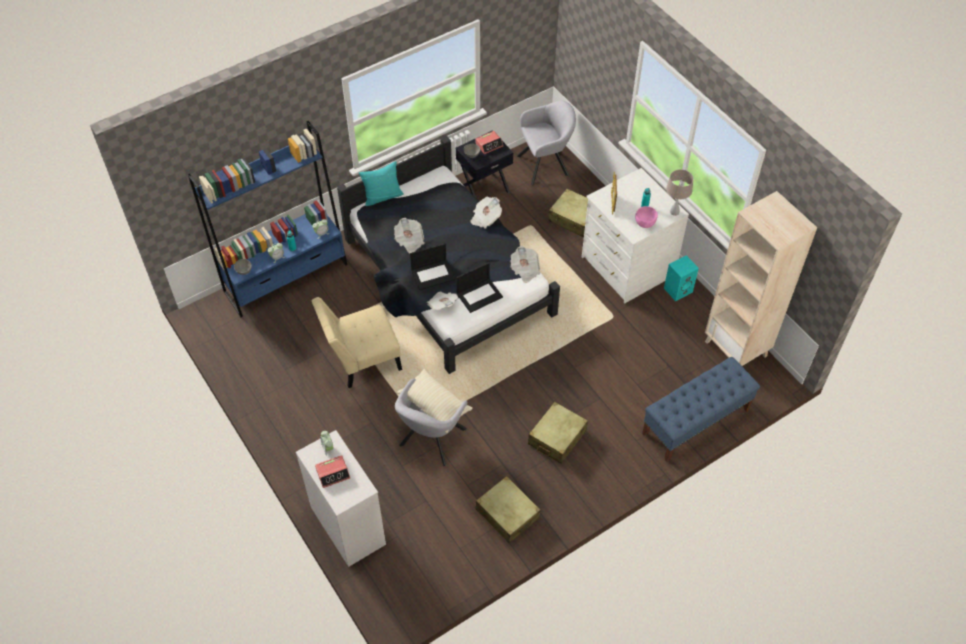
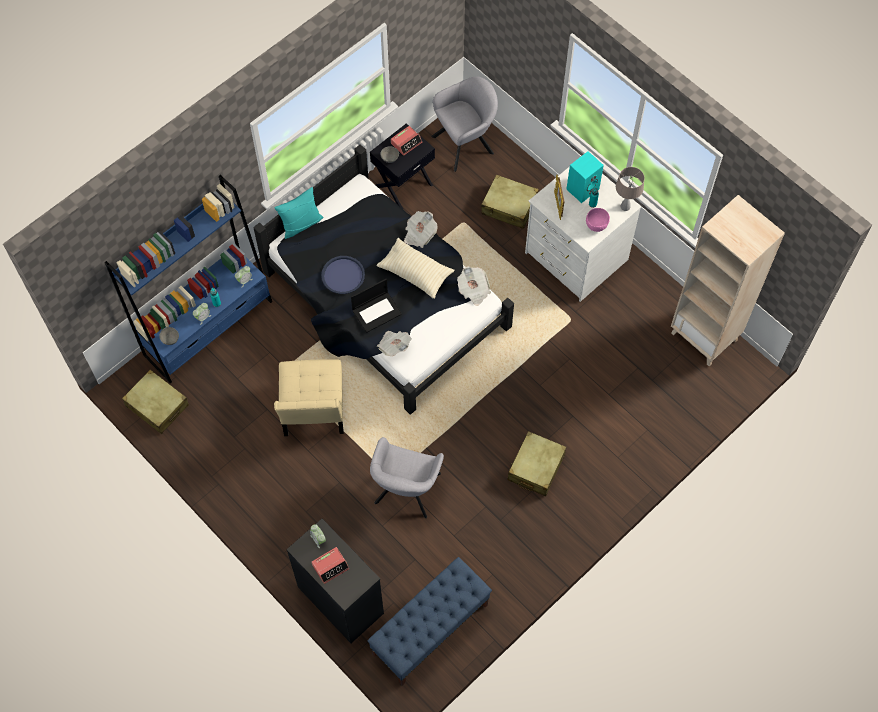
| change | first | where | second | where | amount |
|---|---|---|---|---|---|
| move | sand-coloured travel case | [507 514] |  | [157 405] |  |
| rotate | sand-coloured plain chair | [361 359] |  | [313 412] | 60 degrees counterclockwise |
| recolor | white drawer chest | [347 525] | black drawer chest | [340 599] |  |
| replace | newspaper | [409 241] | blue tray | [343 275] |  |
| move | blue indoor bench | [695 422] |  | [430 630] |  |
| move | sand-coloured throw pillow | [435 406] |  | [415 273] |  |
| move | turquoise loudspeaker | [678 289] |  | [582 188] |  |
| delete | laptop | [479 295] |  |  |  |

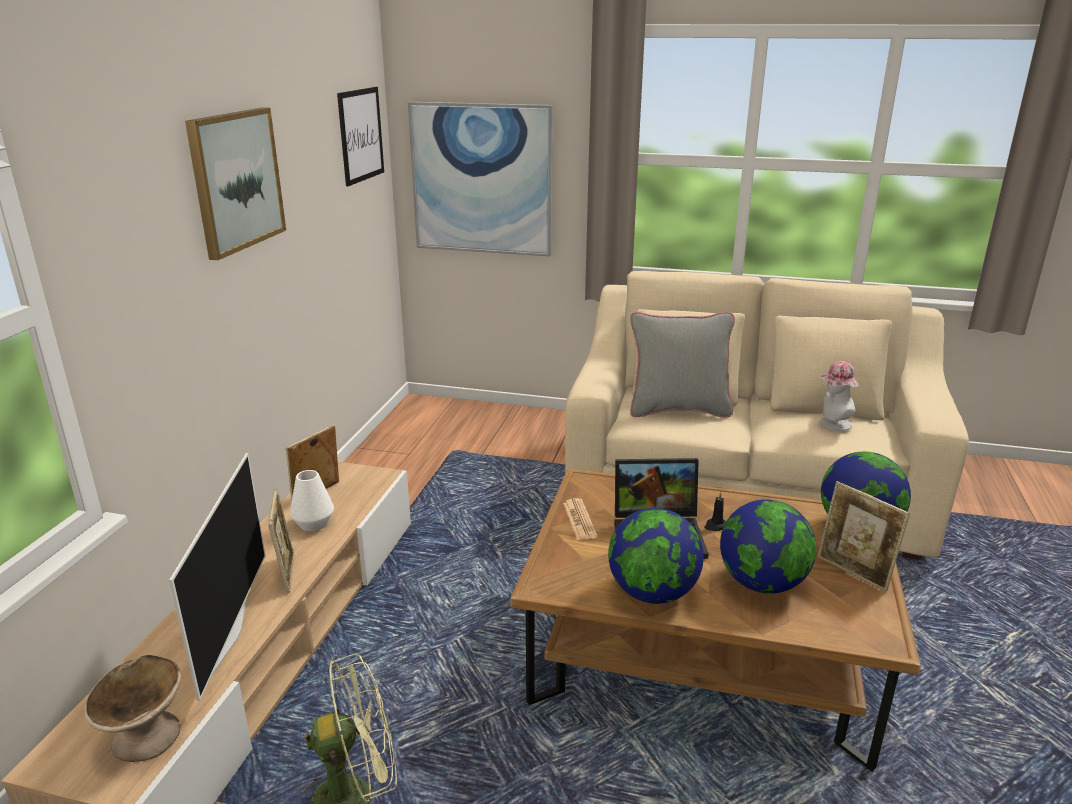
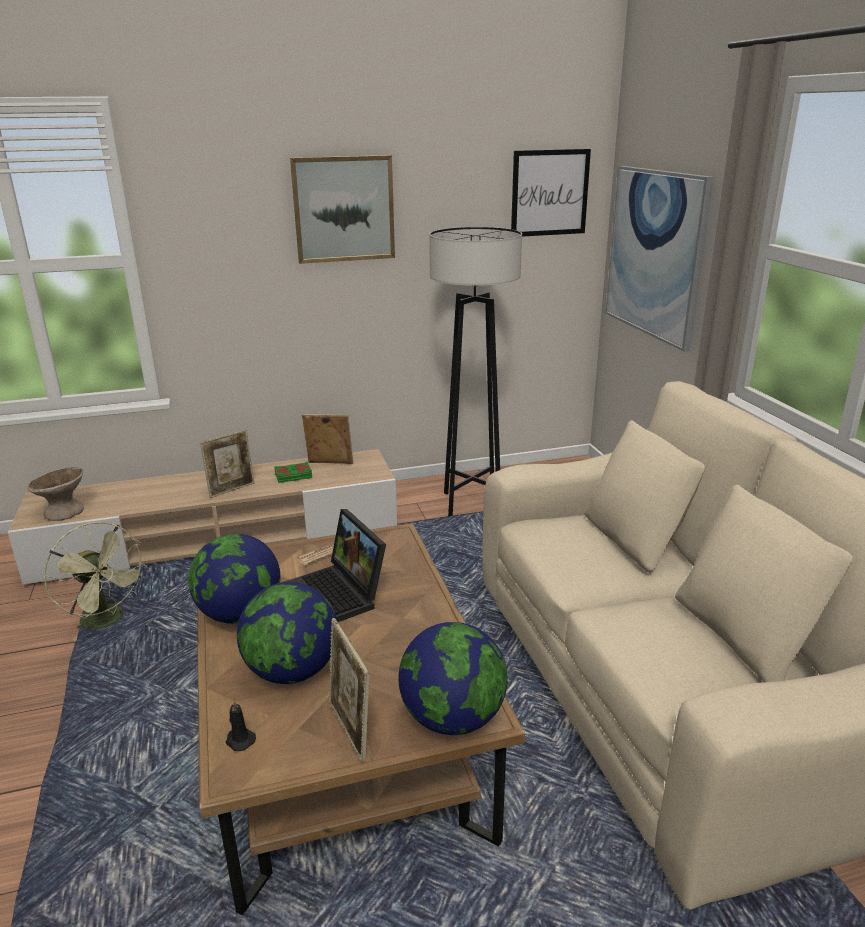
| change | first | where | second | where | amount |
|---|---|---|---|---|---|
| move | black candle | [715 526] |  | [239 740] |  |
| replace | white flower vase | [313 524] | green-coloured volume | [293 476] |  |
| rotate | photo frame | [854 573] |  | [351 730] | 45 degrees counterclockwise |
| insert |  |  | grey standing lamp | [471 503] |  |
| delete | TV | [228 635] |  |  |  |
| delete | grey throw pillow | [678 410] |  |  |  |
| delete | clothing hat | [832 424] |  |  |  |

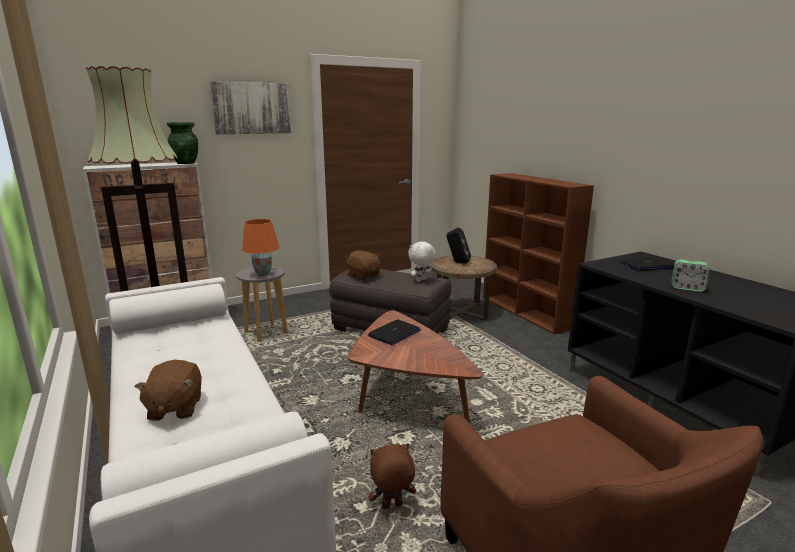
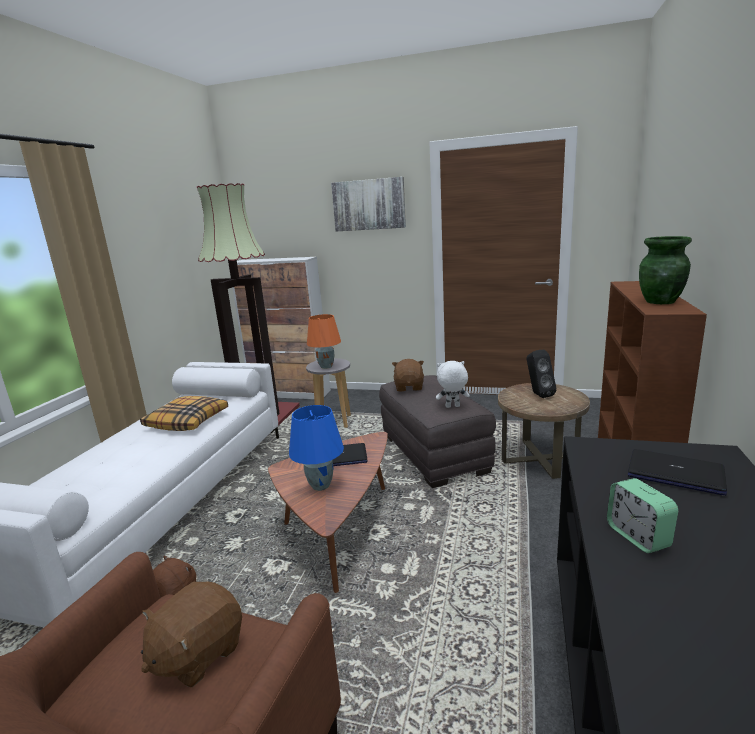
| change | first | where | second | where | amount |
|---|---|---|---|---|---|
| insert |  |  | throw pillow | [187 421] |  |
| move | brownish cuddly toy | [175 408] |  | [197 653] |  |
| insert |  |  | blue lamp for a table | [320 485] |  |
| move | green-coloured flower vase | [186 163] |  | [661 301] |  |

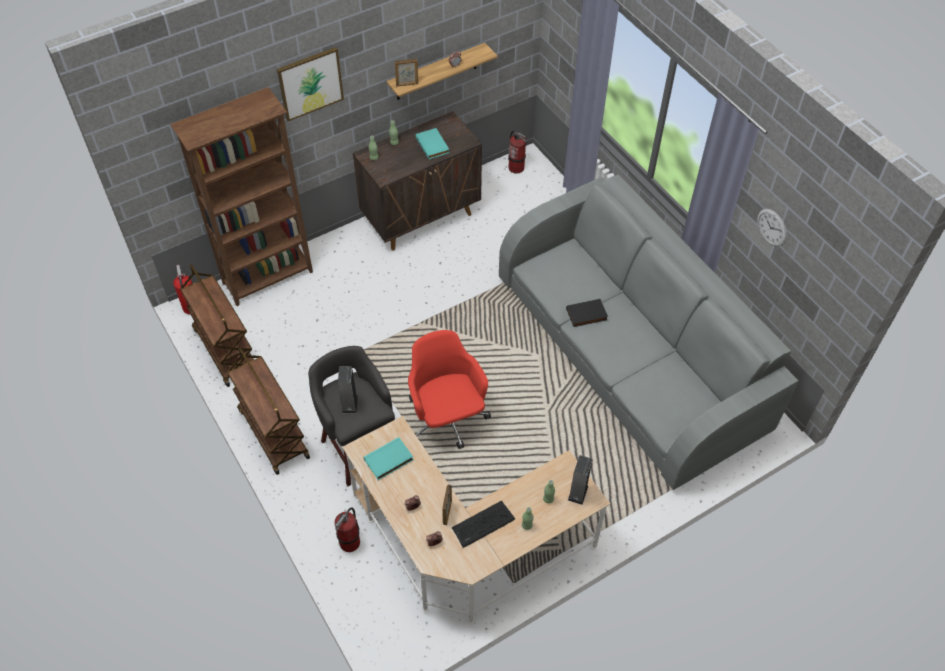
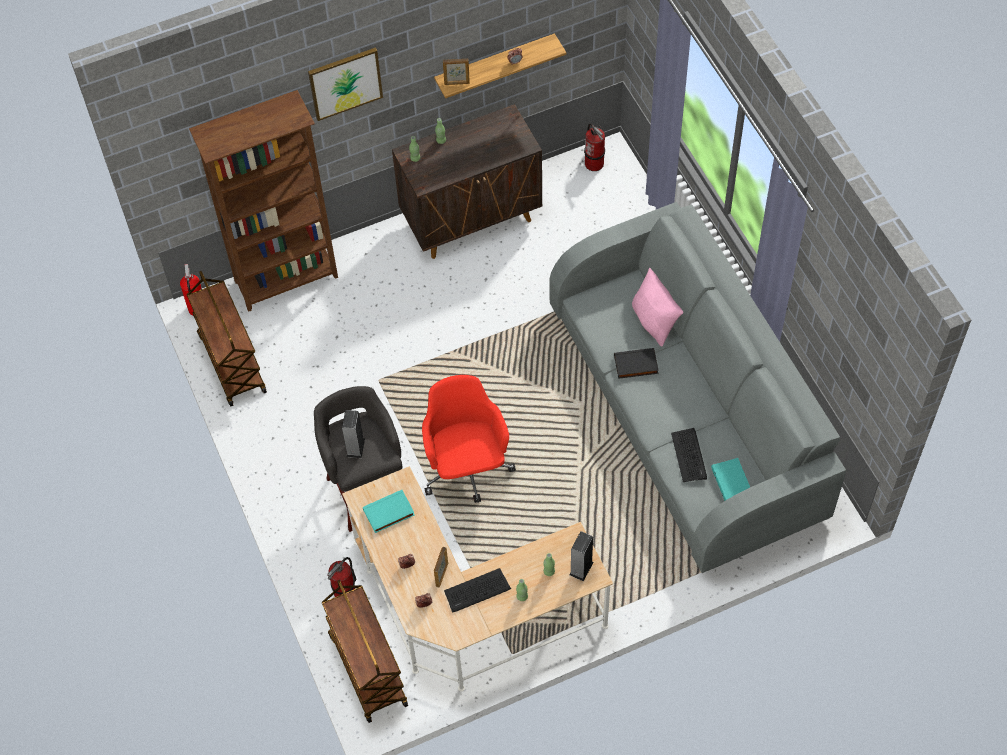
| change | first | where | second | where | amount |
|---|---|---|---|---|---|
| move | brownish trolley | [273 433] |  | [367 669] |  |
| insert |  |  | pink throw pillow | [654 321] |  |
| insert |  |  | computer keyboard | [689 455] |  |
| move | turquoise volume | [433 145] |  | [732 482] |  |
| delete | hanging clock | [772 227] |  |  |  |

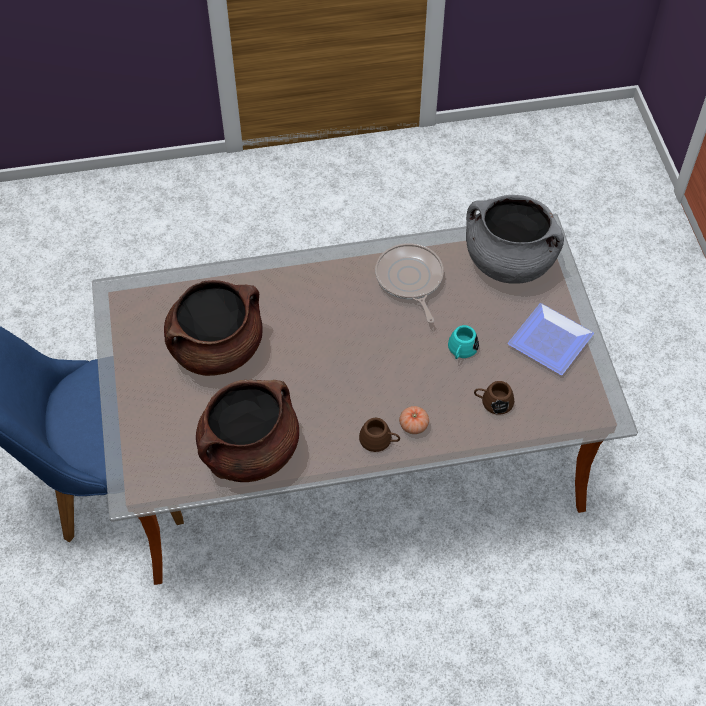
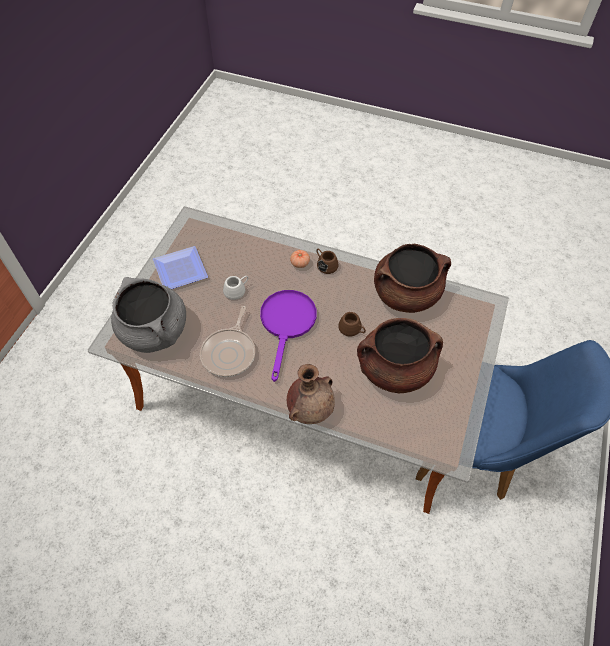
| change | first | where | second | where | amount |
|---|---|---|---|---|---|
| recolor | turquoise tea mug | [461 350] | white tea mug | [237 290] |  |
| insert |  |  | purple-coloured pan | [287 324] |  |
| insert |  |  | brownish flower vase | [310 409] |  |
| move | brownish tea mug | [493 402] |  | [352 329] |  |

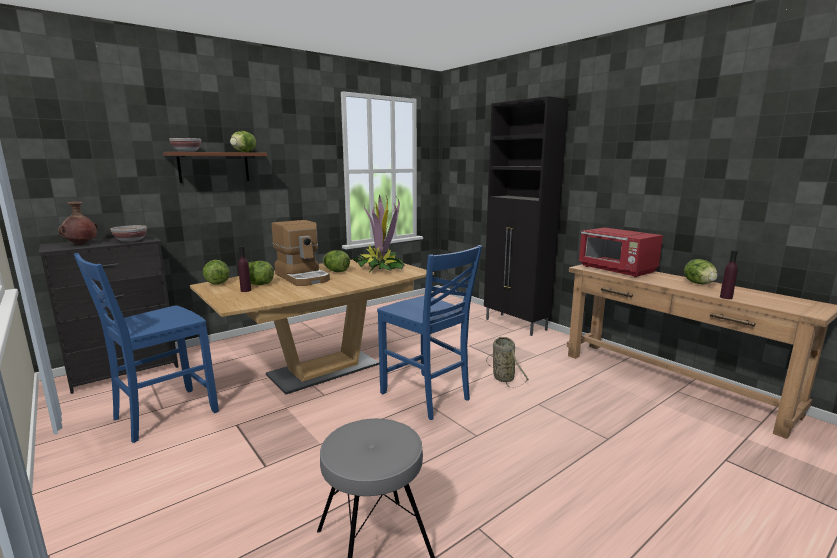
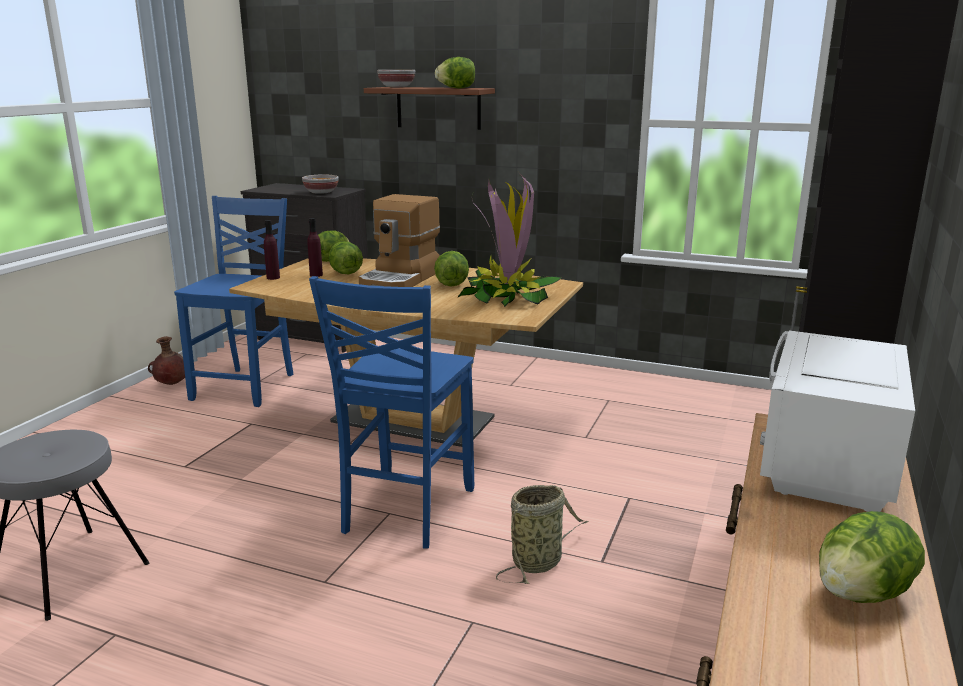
| change | first | where | second | where | amount |
|---|---|---|---|---|---|
| move | brownish flower vase | [81 244] |  | [172 384] |  |
| rotate | blue plain chair | [163 415] |  | [247 386] | 90 degrees clockwise |
| move | purple-coloured beverage bottle | [726 297] |  | [273 278] |  |
| recolor | red kitchen microwave | [617 270] | white kitchen microwave | [824 465] |  |

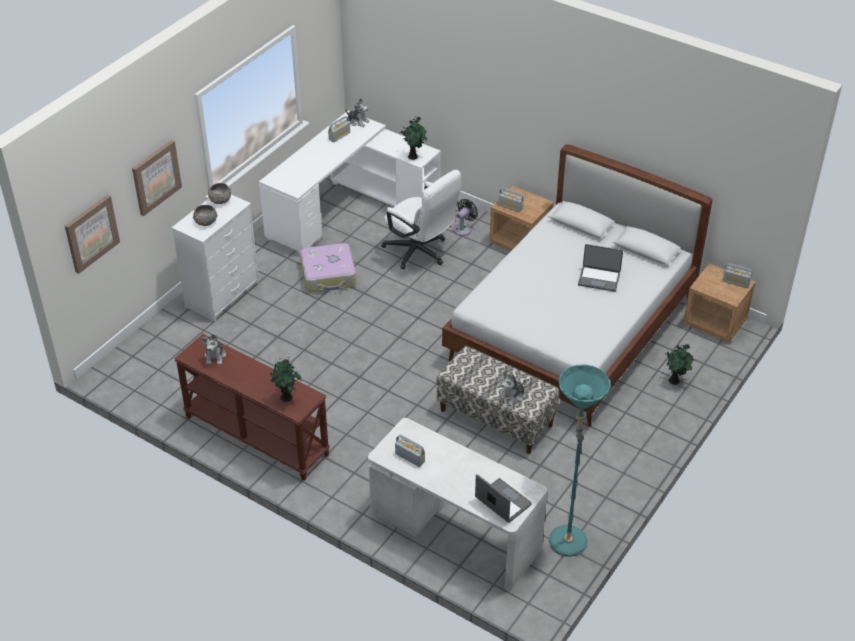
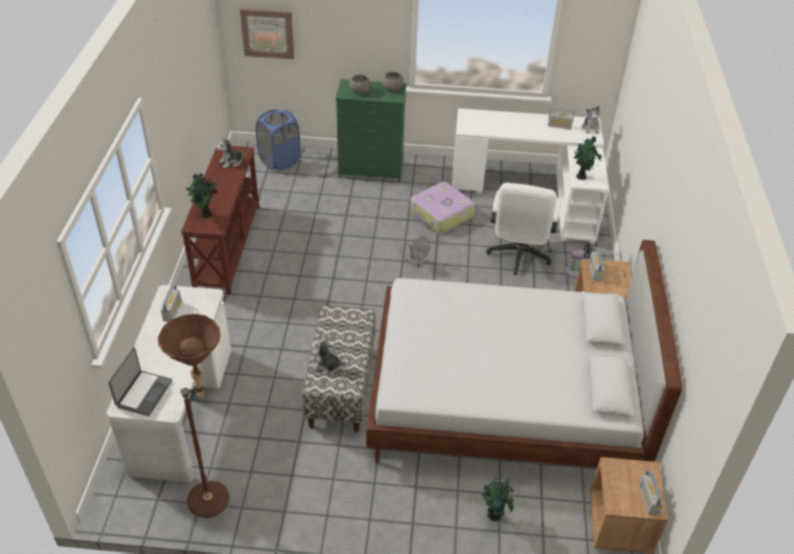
| change | first | where | second | where | amount |
|---|---|---|---|---|---|
| recolor | turquoise standing lamp | [567 534] | brownish standing lamp | [217 496] |  |
| insert |  |  | blue hamper | [280 161] |  |
| recolor | white drawer chest | [223 294] | green-coloured drawer chest | [371 169] |  |
| insert |  |  | grey electric fan | [417 263] |  |
| delete | wall art | [156 177] |  |  |  |
| delete | laptop | [599 279] |  |  |  |

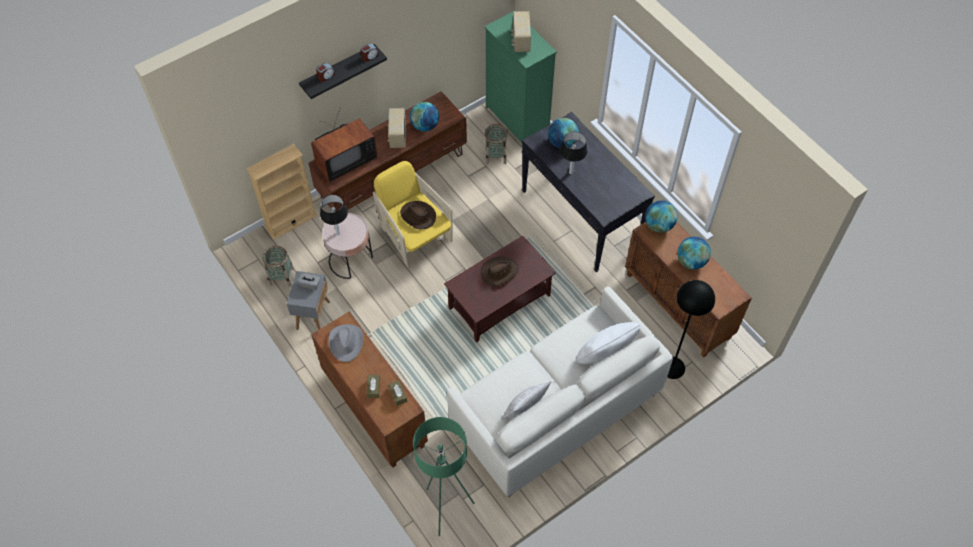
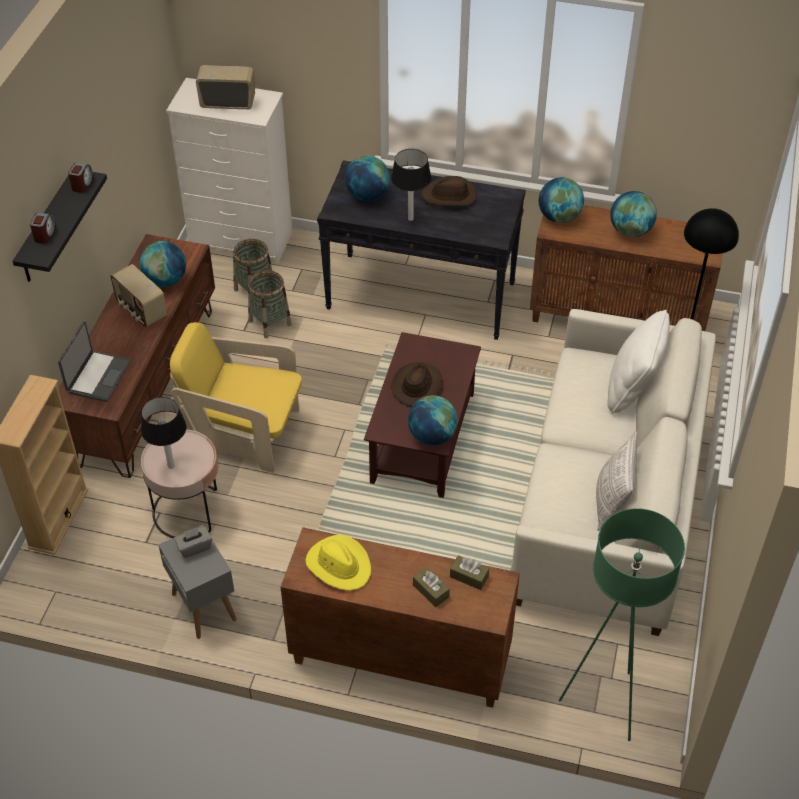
| change | first | where | second | where | amount |
|---|---|---|---|---|---|
| replace | TV | [344 161] | laptop | [98 377] |  |
| recolor | green-coloured drawer chest | [517 120] | white drawer chest | [241 240] |  |
| rotate | radio | [520 41] |  | [228 103] | 135 degrees clockwise |
| move | household basket | [281 276] |  | [270 322] |  |
| recolor | grey clothing hat | [346 343] | yellow clothing hat | [339 565] |  |
| insert |  |  | globe | [432 436] |  |
| move | brownish clothing hat | [418 216] |  | [449 196] |  |

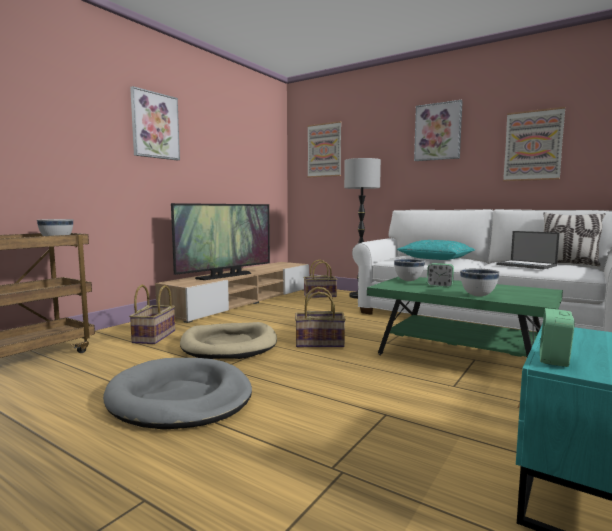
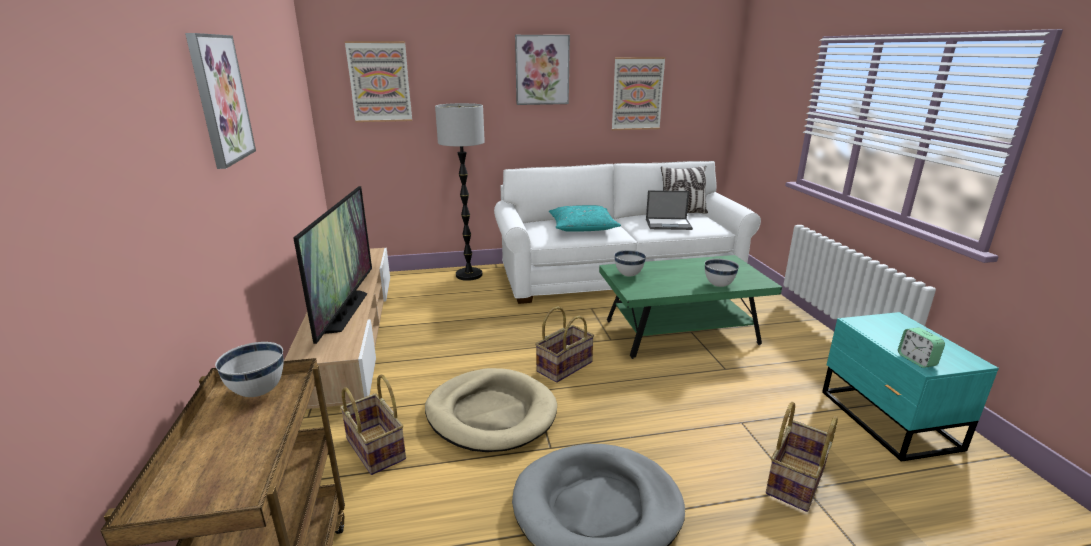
| change | first | where | second | where | amount |
|---|---|---|---|---|---|
| move | household basket | [320 296] |  | [796 481] |  |
| delete | bedside clock | [439 286] |  |  |  |

